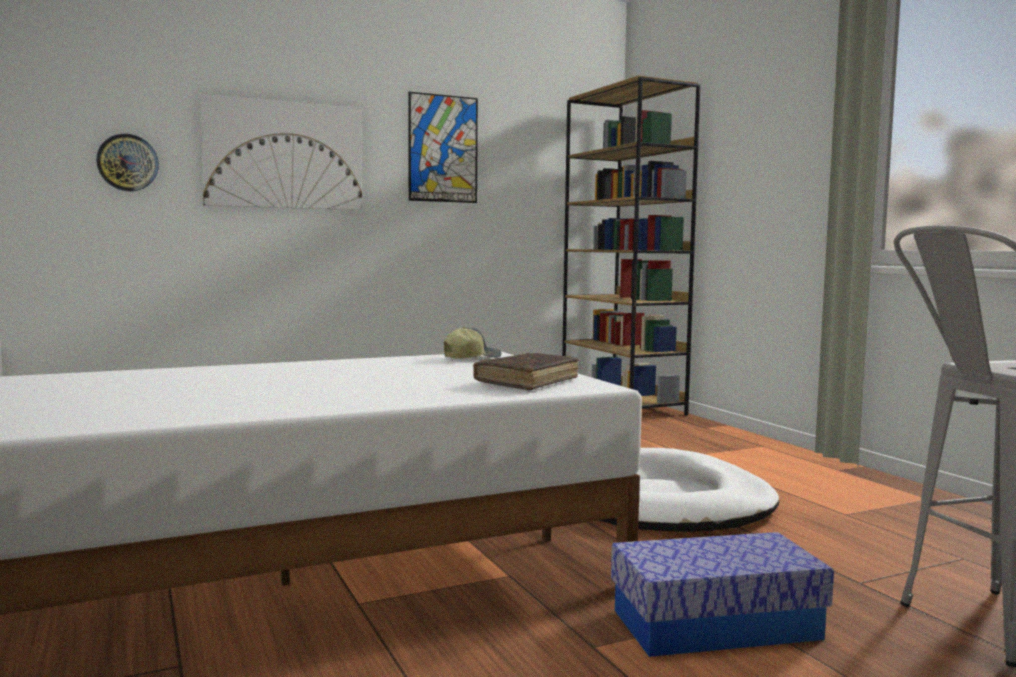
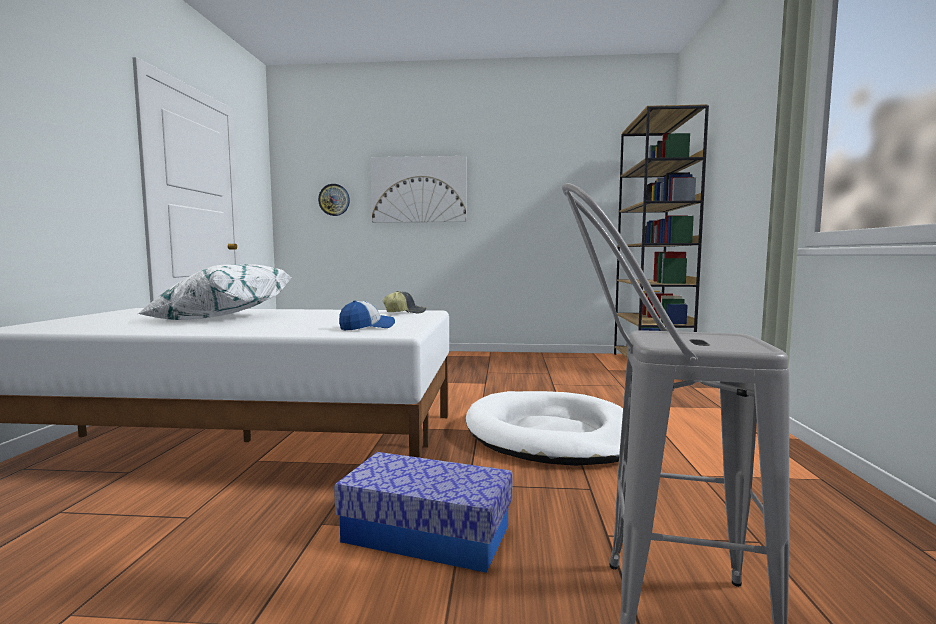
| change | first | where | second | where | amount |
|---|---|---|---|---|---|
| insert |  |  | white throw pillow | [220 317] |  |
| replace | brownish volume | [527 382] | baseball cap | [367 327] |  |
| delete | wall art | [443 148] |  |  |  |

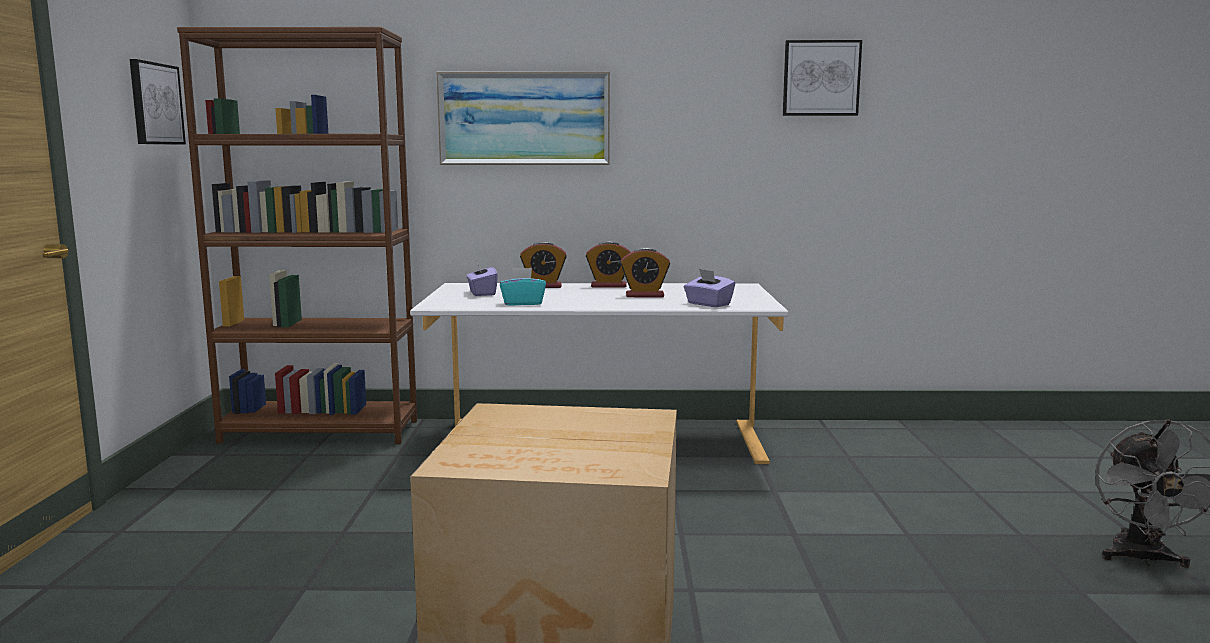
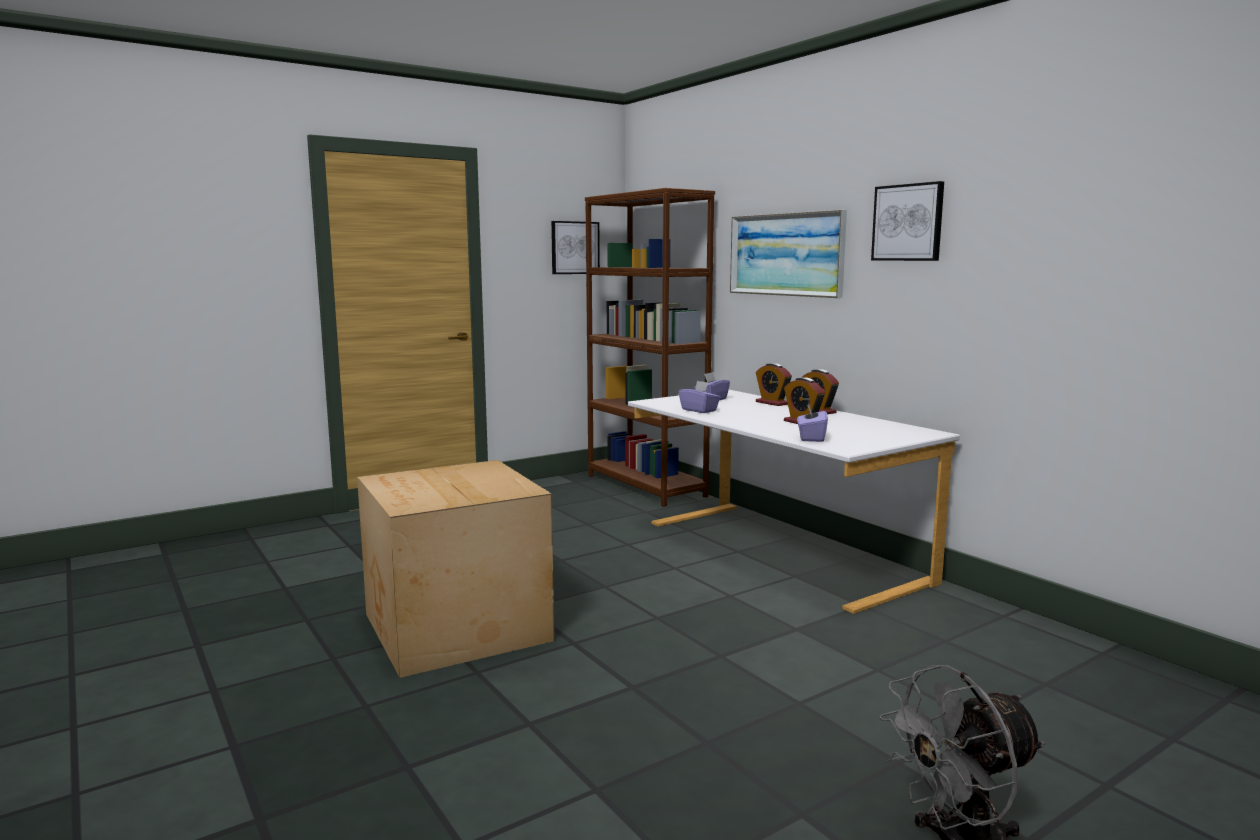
| change | first | where | second | where | amount |
|---|---|---|---|---|---|
| recolor | turquoise tissue holder | [522 303] | purple-coloured tissue holder | [699 410] |  |
| move | wall art | [821 78] |  | [908 222] |  |

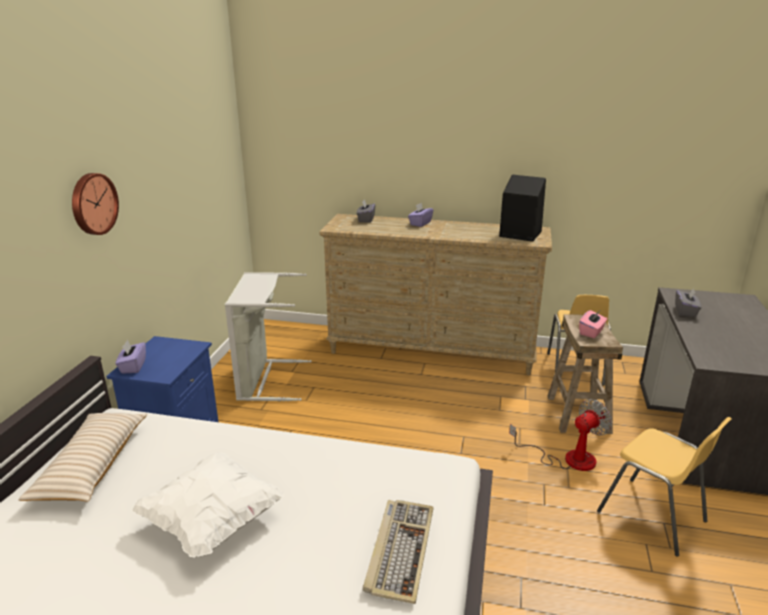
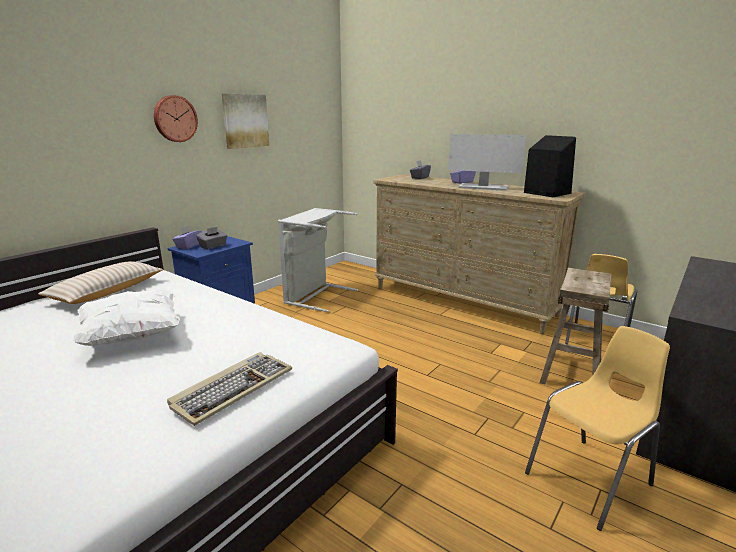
| change | first | where | second | where | amount |
|---|---|---|---|---|---|
| move | grey tissue holder | [685 311] |  | [213 246] |  |
| insert |  |  | wall art | [245 121] |  |
| insert |  |  | computer screen | [482 187] |  |
| rotate | yellow plain chair | [652 517] |  | [590 480] | 105 degrees counterclockwise |
| delete | electric fan | [568 459] |  |  |  |
| delete | pink tissue holder | [591 332] |  |  |  |

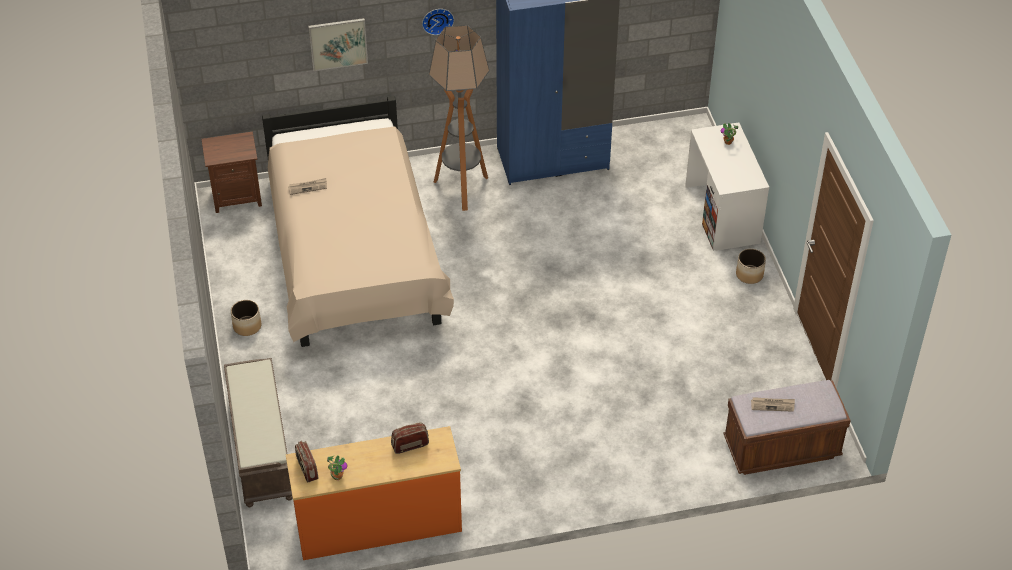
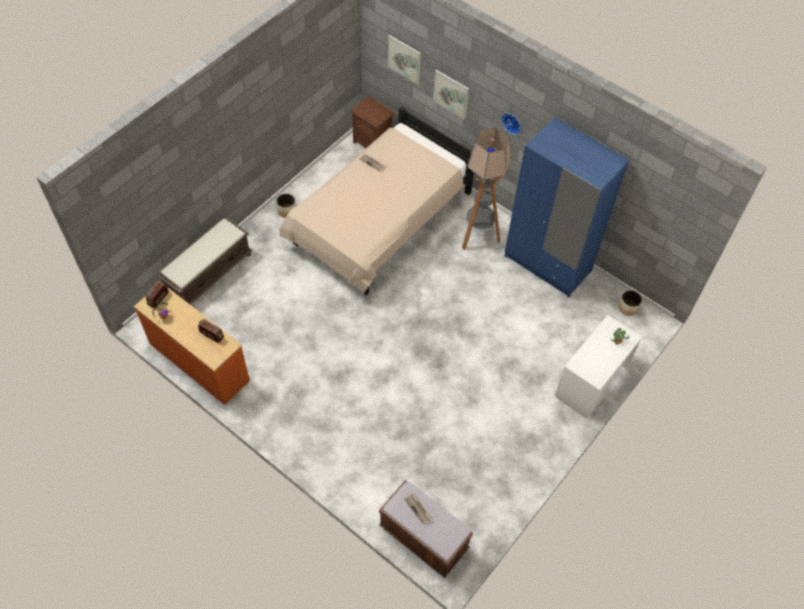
| change | first | where | second | where | amount |
|---|---|---|---|---|---|
| insert |  |  | wall art | [404 59] |  |
| move | plant pot | [749 275] |  | [627 308] |  |

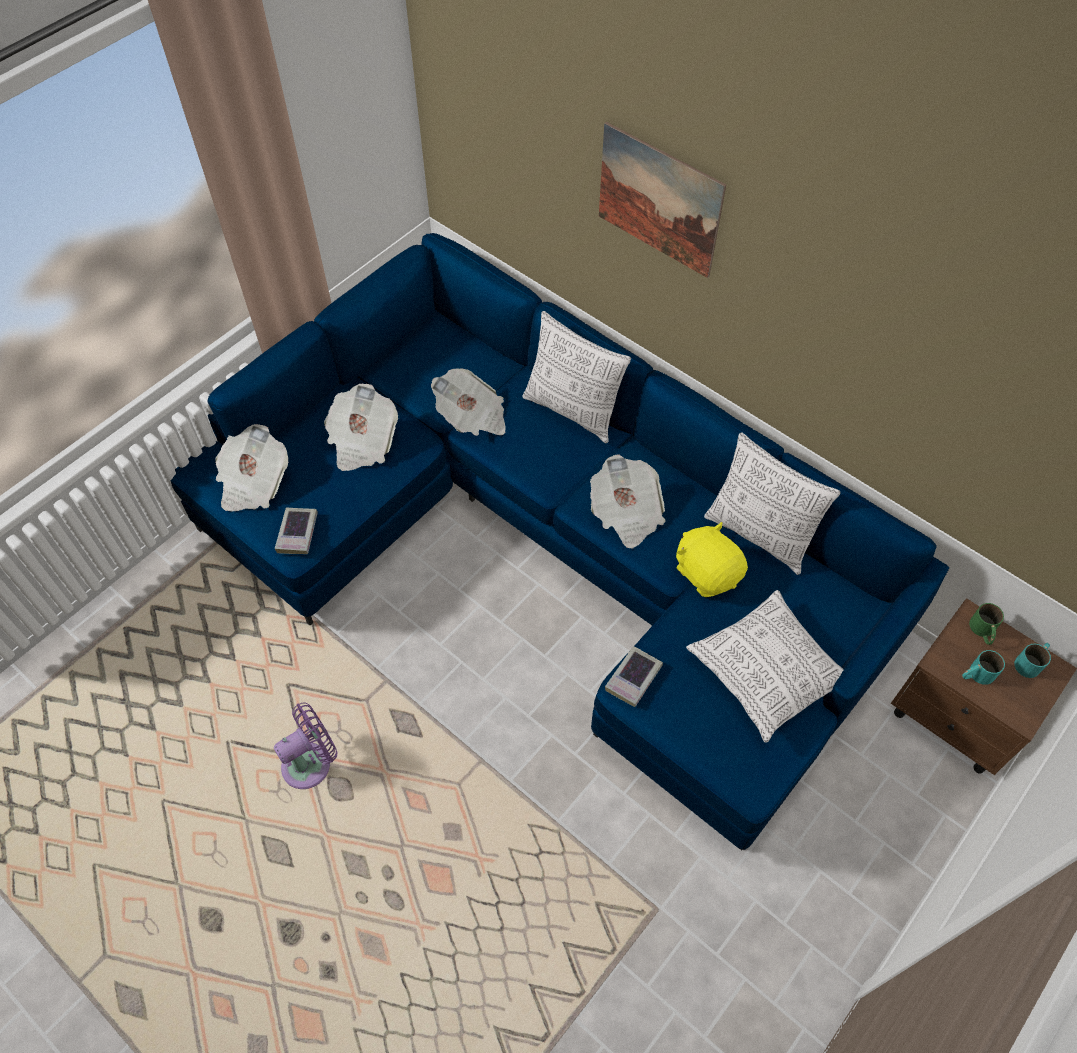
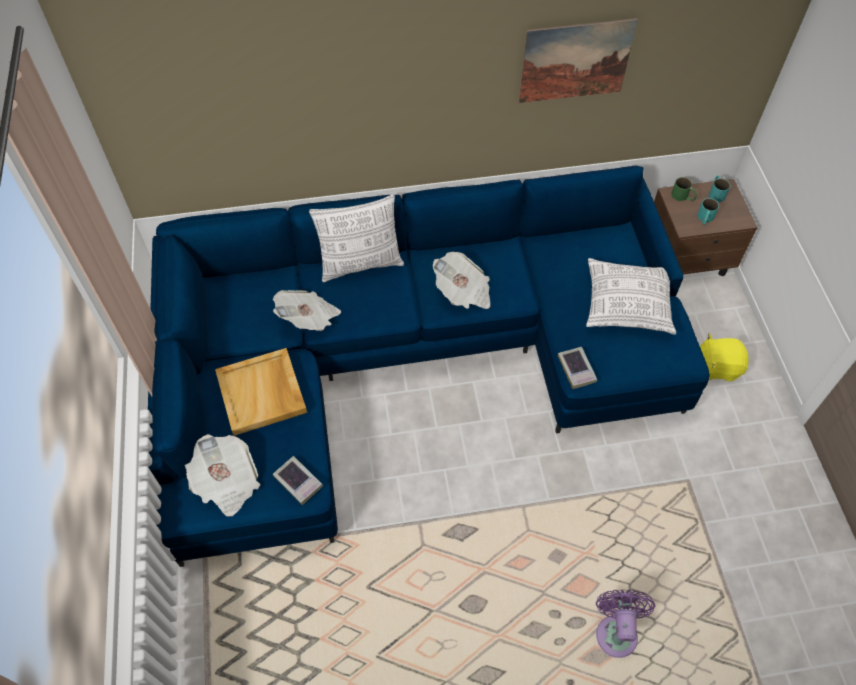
| change | first | where | second | where | amount |
|---|---|---|---|---|---|
| replace | newspaper | [362 442] | sand-coloured tray | [262 393] |  |
| move | wall art | [659 200] |  | [575 61] |  |
| move | purple-coloured electric fan | [311 763] |  | [616 631] |  |
| move | yellow cuddly toy | [707 572] |  | [716 367] |  |
| delete | throw pillow | [759 535] |  |  |  |

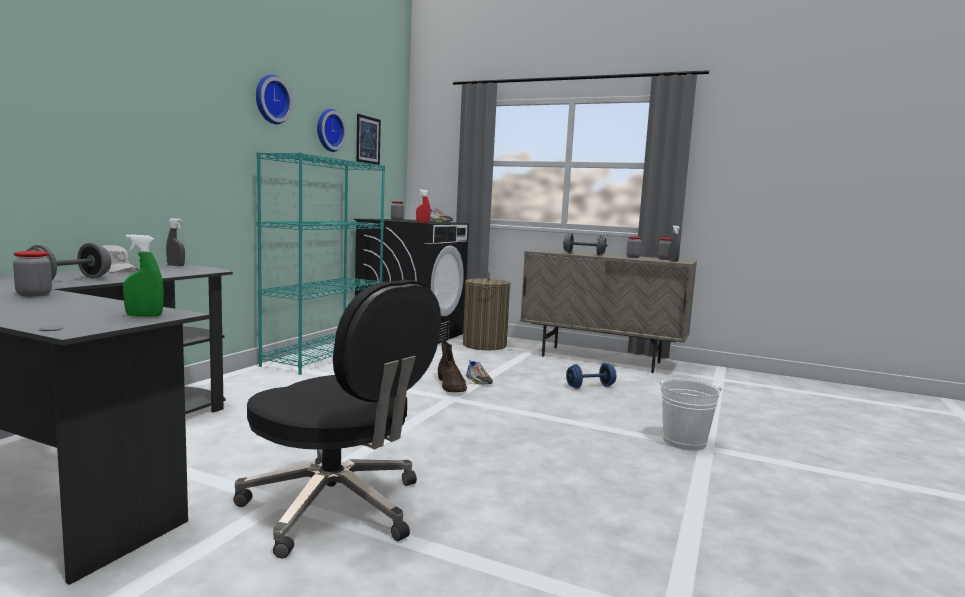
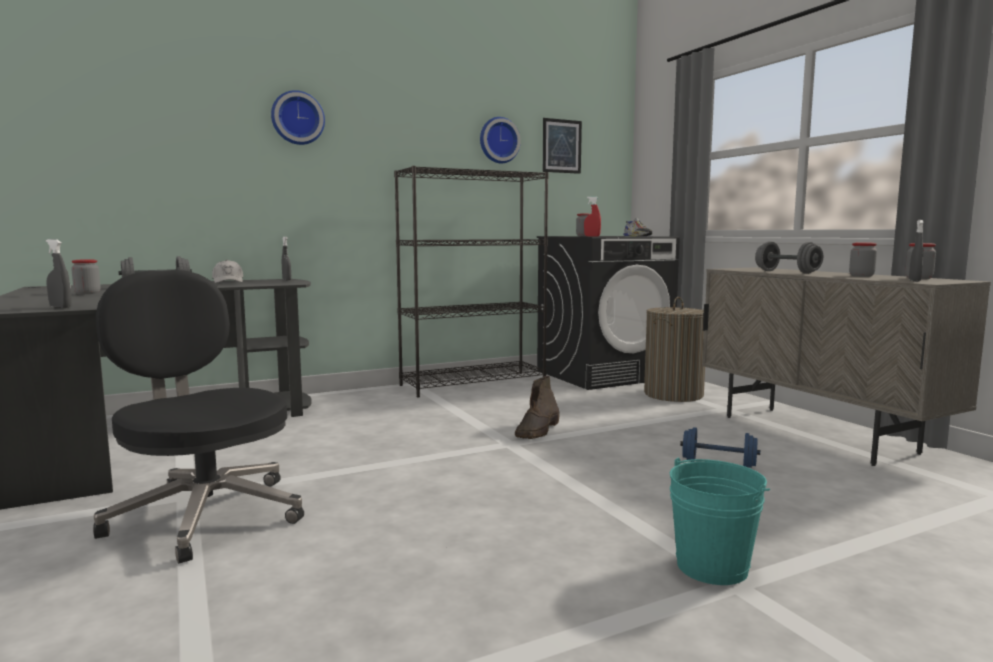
| change | first | where | second | where | amount |
|---|---|---|---|---|---|
| recolor | green-coloured sprayer | [144 316] | grey sprayer | [60 307] |  |
| rotate | black computer chair | [337 508] |  | [205 514] | 150 degrees clockwise |
| move | hanging clock | [270 99] |  | [297 118] |  |
| recolor | turquoise shelving unit | [324 355] | black shelving unit | [474 383] |  |
| recolor | white water bucket | [684 442] | turquoise water bucket | [712 567] |  |
| delete | item of footwear | [478 380] |  |  |  |

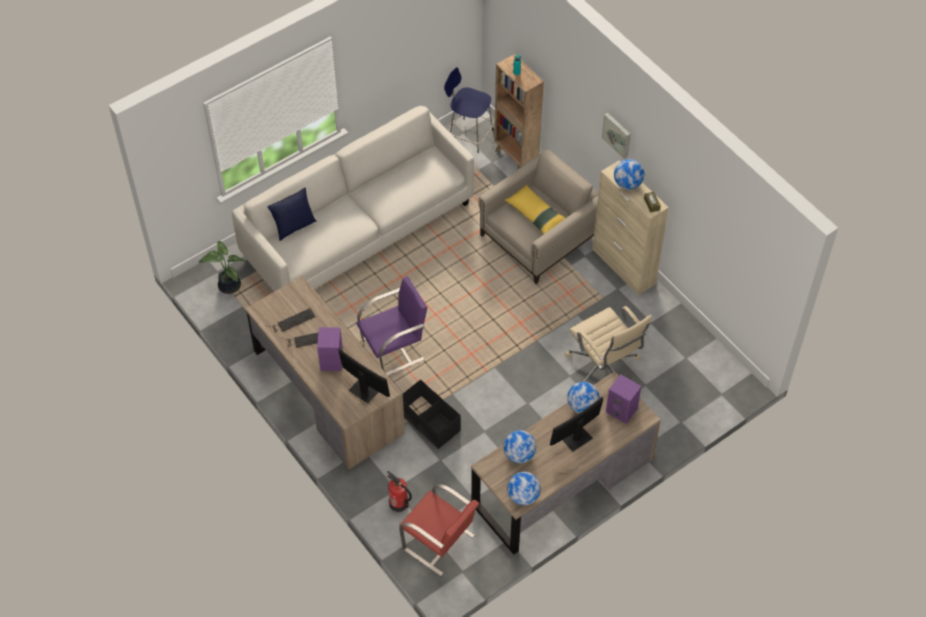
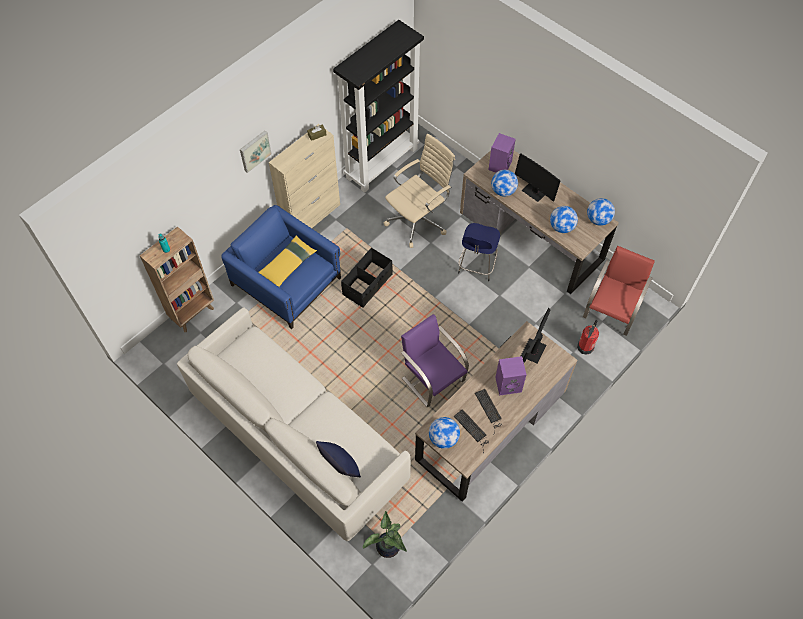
| change | first | where | second | where | amount |
|---|---|---|---|---|---|
| recolor | sand-coloured easy chair | [539 236] | blue easy chair | [286 282] |  |
| insert |  |  | black shelving unit | [382 162] |  |
| move | black storage bin | [429 422] |  | [367 284] |  |
| move | globe | [627 184] |  | [443 438] |  |
| move | blue stool | [469 135] |  | [477 265] |  |

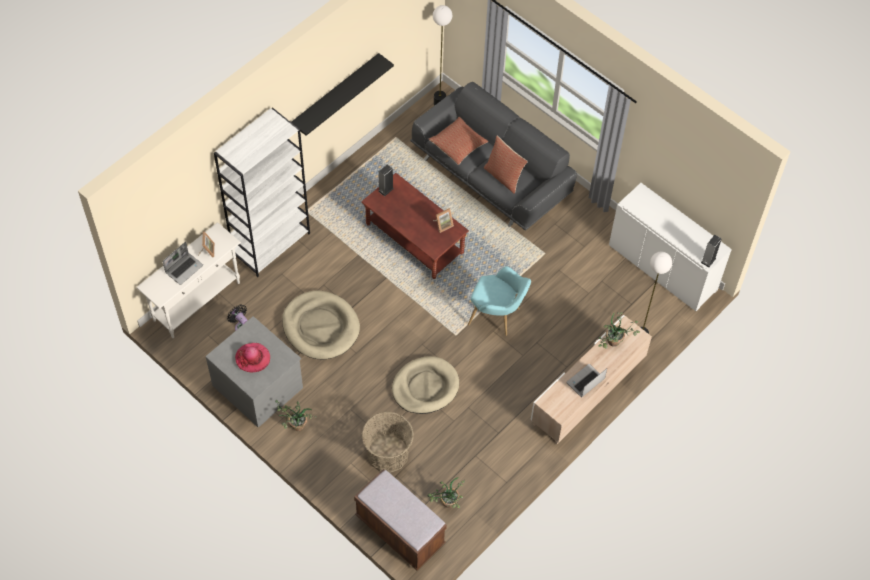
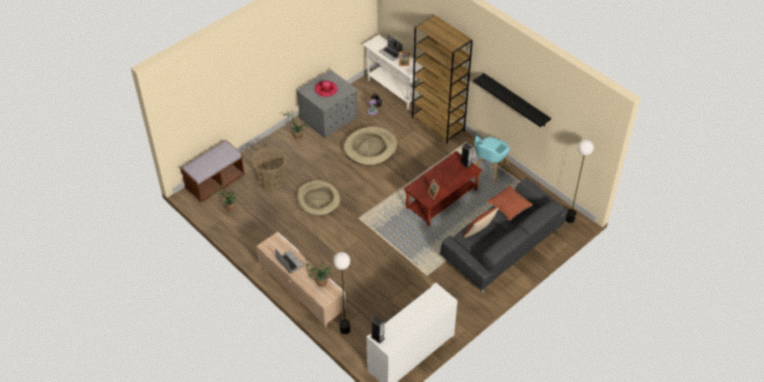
| change | first | where | second | where | amount |
|---|---|---|---|---|---|
| recolor | white shelving unit | [271 243] | brownish shelving unit | [438 124] |  |
| move | turquoise easy chair | [497 317] |  | [488 170] |  |

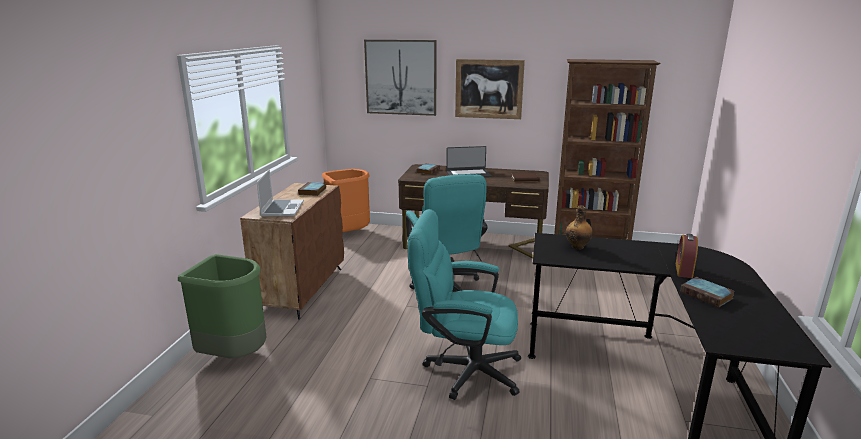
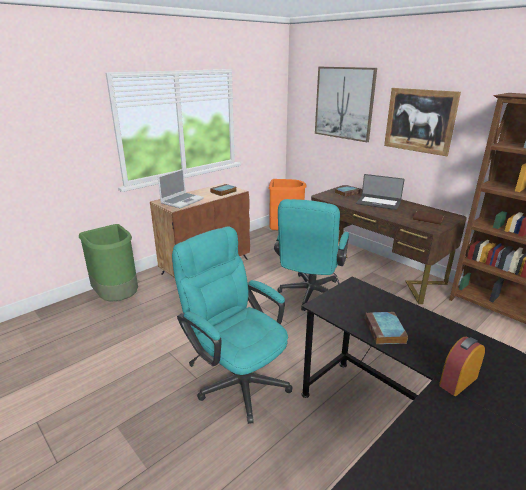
| change | first | where | second | where | amount |
|---|---|---|---|---|---|
| move | volume | [707 295] |  | [385 331] |  |
| delete | beverage bottle | [578 246] |  |  |  |

